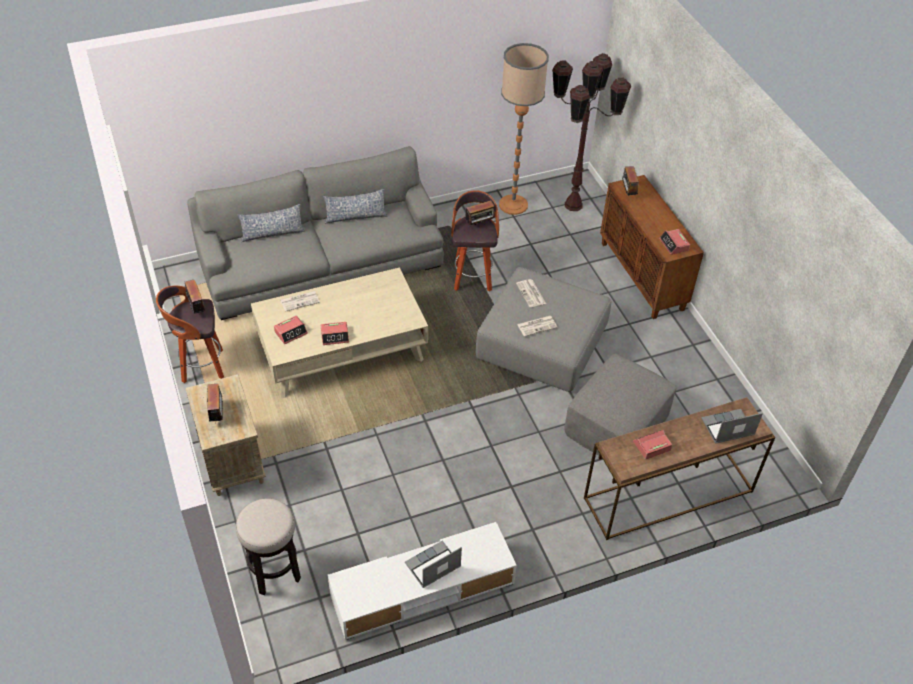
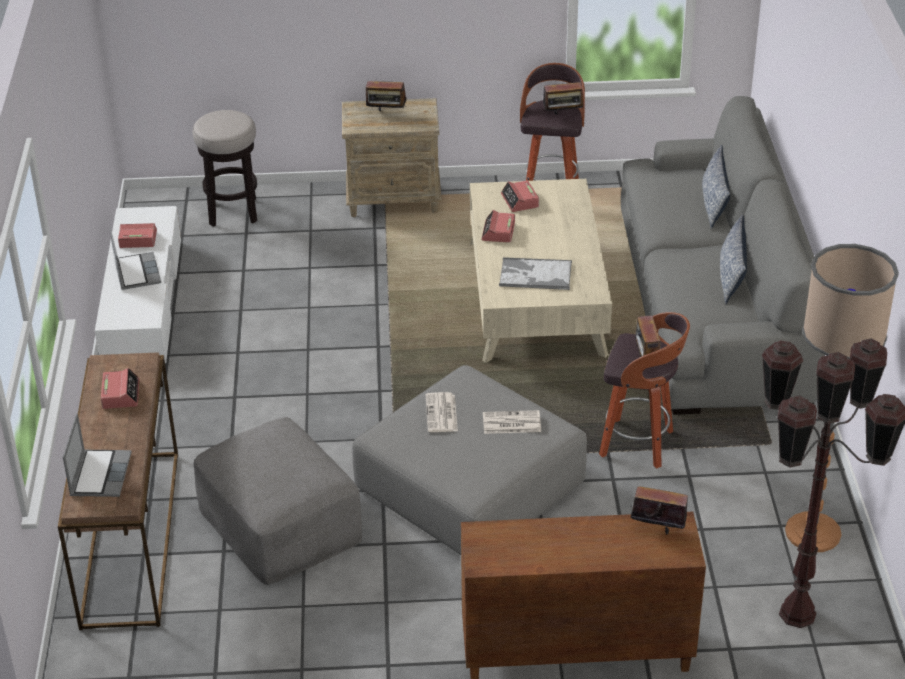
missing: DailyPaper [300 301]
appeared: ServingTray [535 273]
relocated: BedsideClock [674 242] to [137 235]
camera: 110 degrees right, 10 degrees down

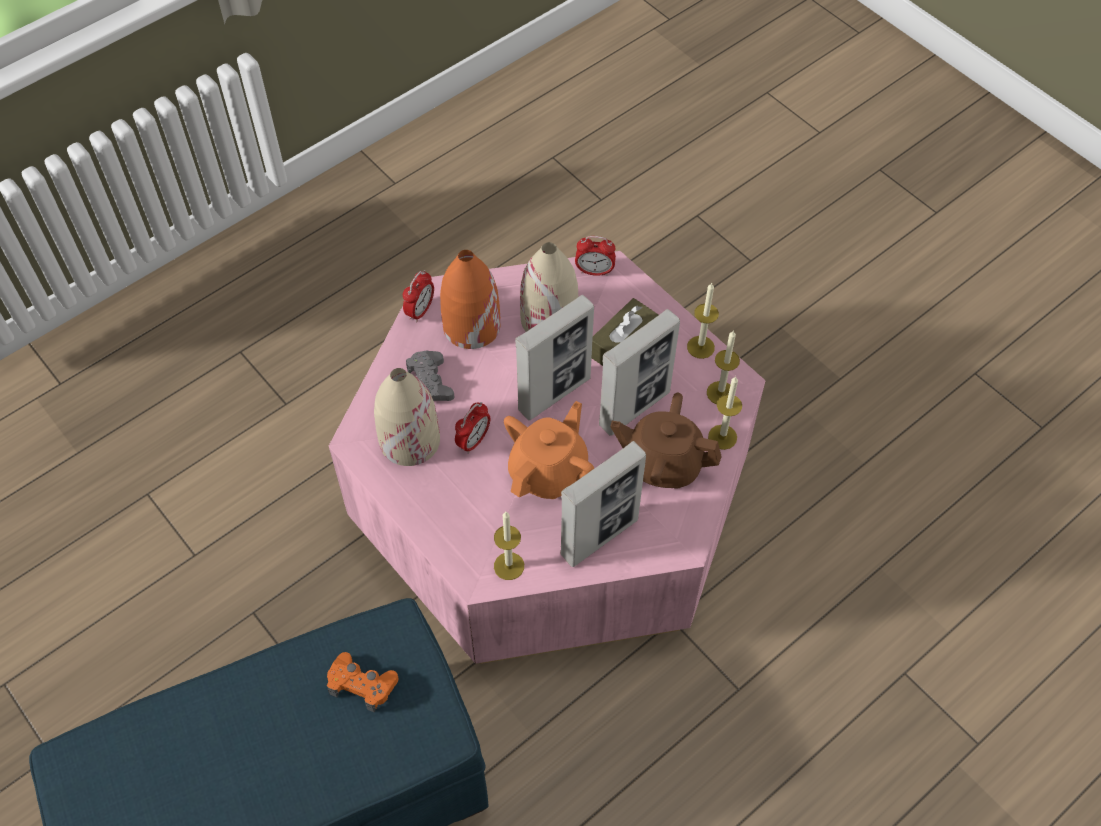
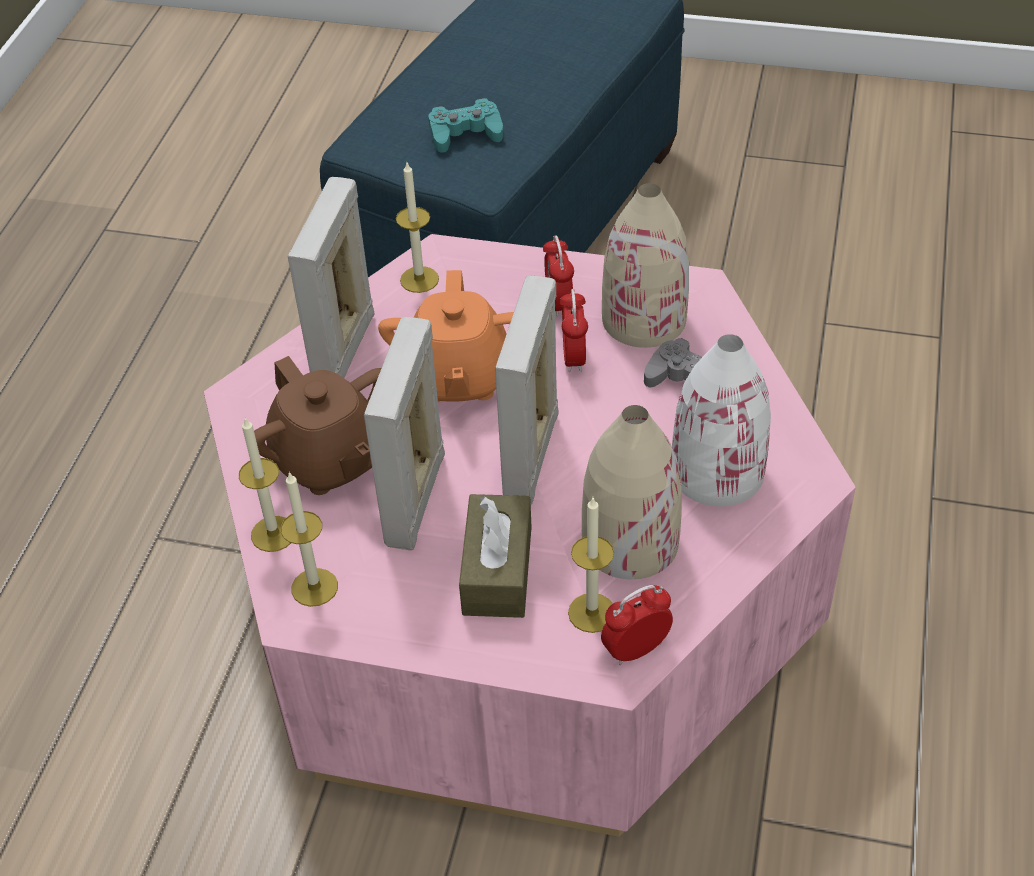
relocated: BedsideClock [418 296] to [558 276]; WaxLight [703 320] to [591 565]
colour: OrangeColouredGamepad [362 682] to TurquoiseGamepad [465 125]; OrangeColouredVase [470 299] to WhitishVase [721 420]
spun: BrownPotForTea [666 441] = [317 425] 75 degrees clockwise
camera: 145 degrees right, 10 degrees down

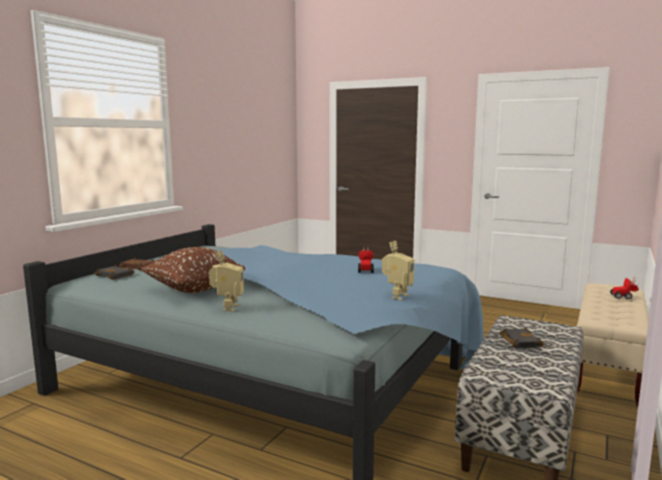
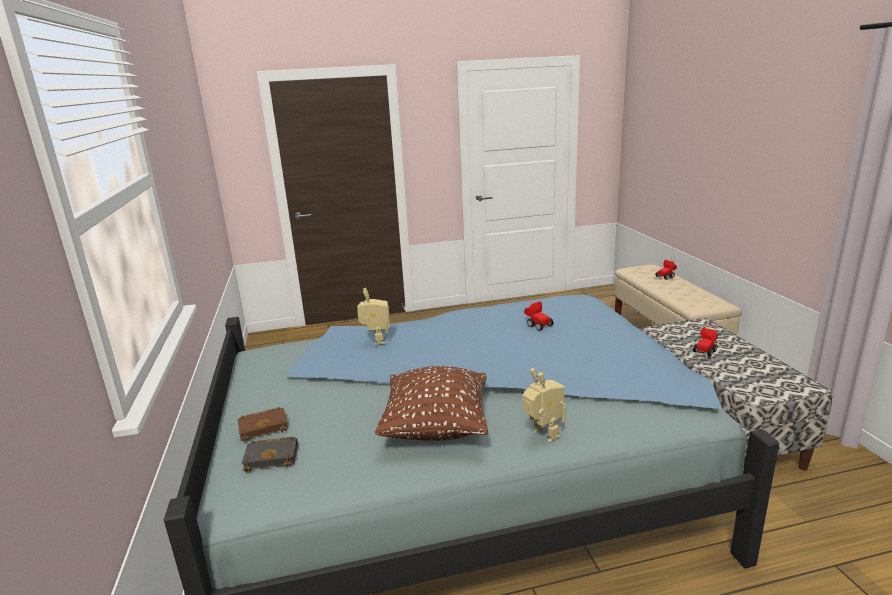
relocated: RobotFigure [398 270] to [373 316]
exchanged: BlackColouredBoundBook [522 338] to MiniatureCar [705 339]
camera: 40 degrees left, 10 degrees up

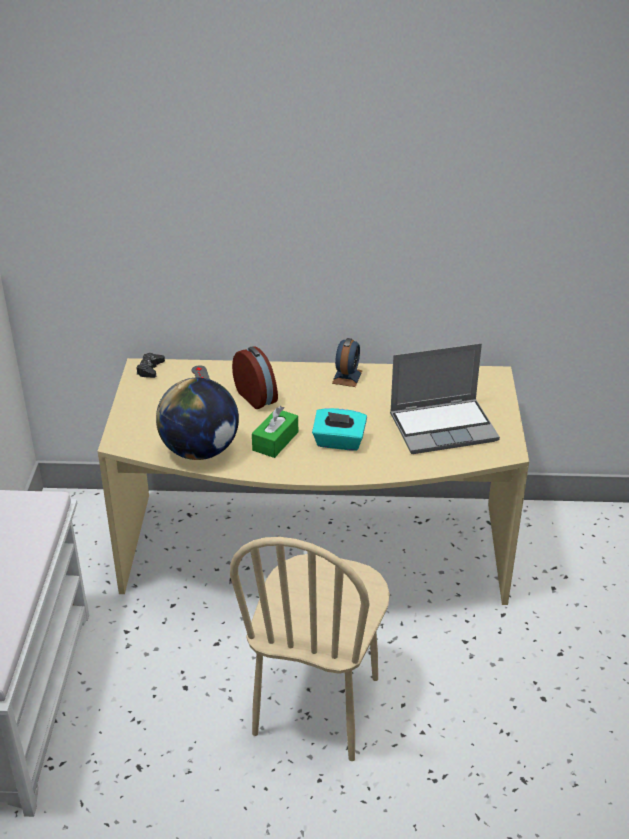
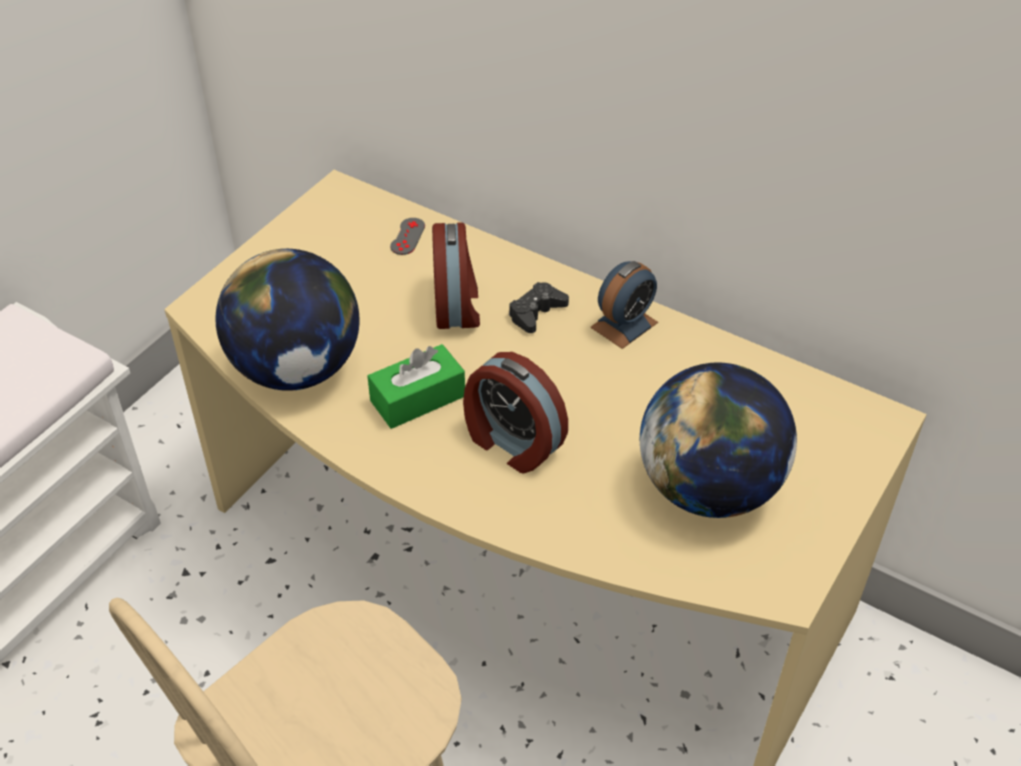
relocated: BlackColouredGamepad [150 365] to [539 307]
exchanged: TurquoiseTissueBox [339 429] to BedsideClock [515 412]; PortableComputer [445 398] to WorldGlobe [718 440]
camera: 30 degrees right, 10 degrees up

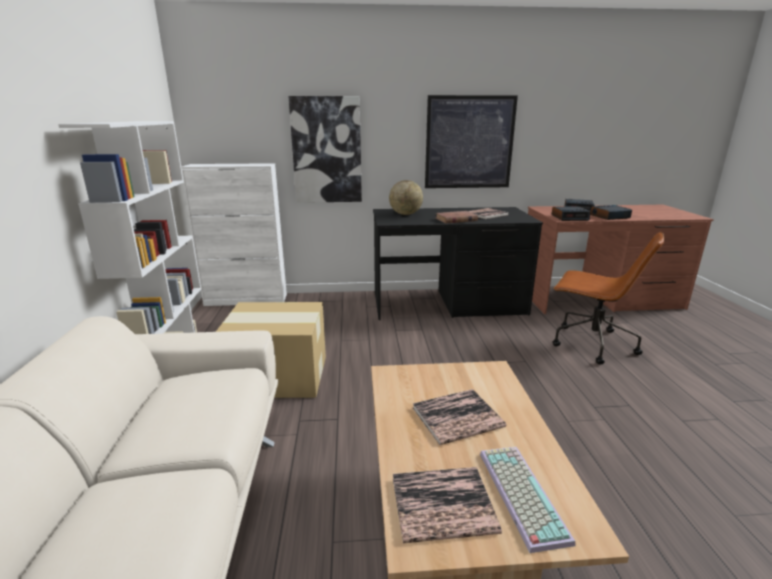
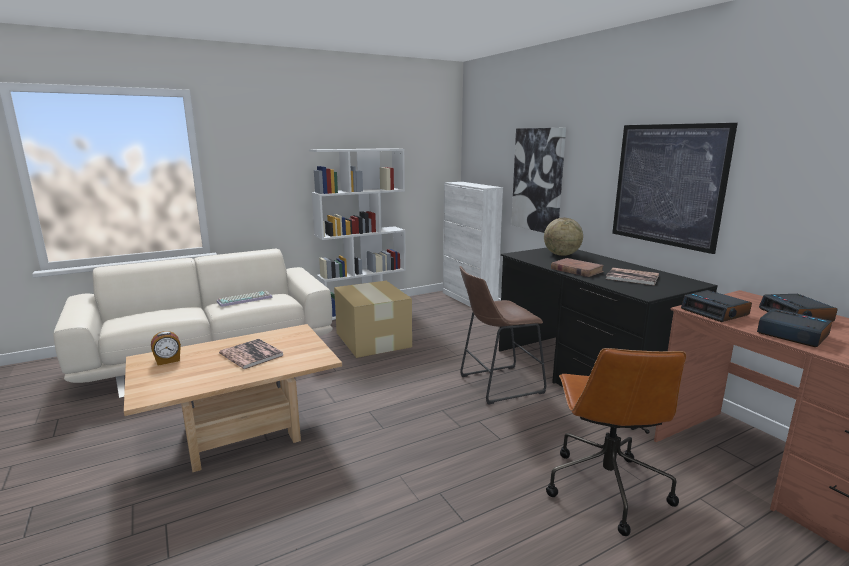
appeared: BrownStoolSeat [503 335]
relocated: PcKeyboard [528 500] to [245 299]
exchanged: BoundBook [447 505] to BedsideClock [166 348]
camera: 65 degrees right, 5 degrees down

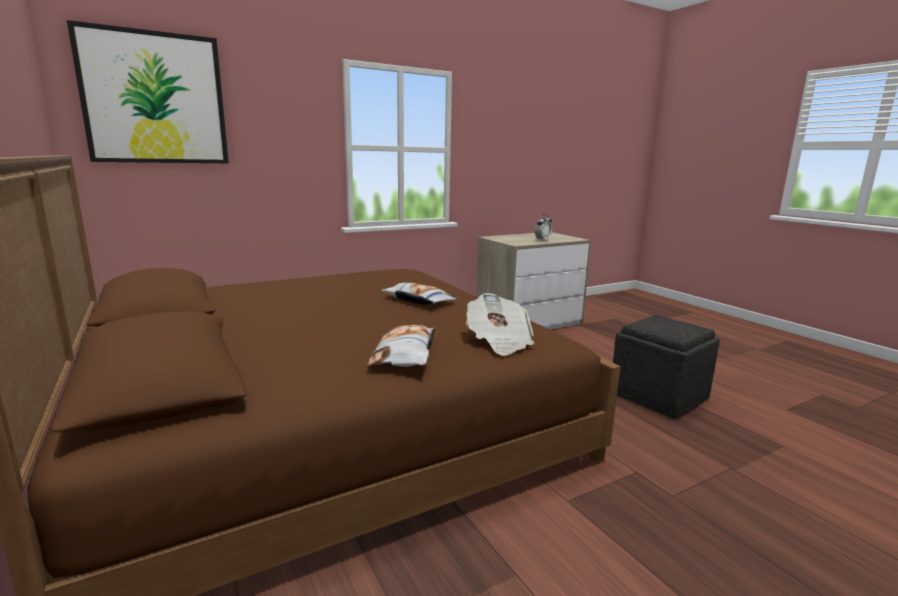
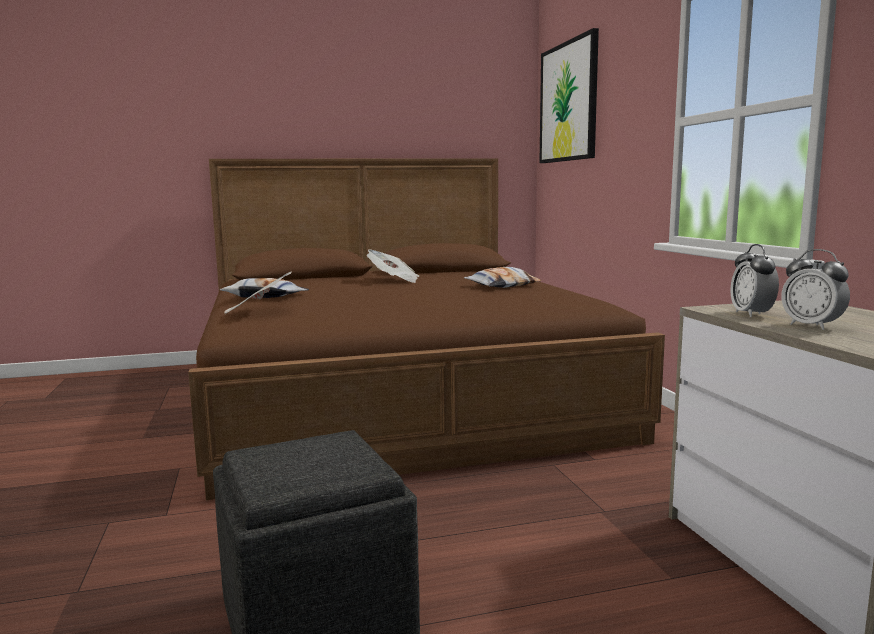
appeared: DailyPaper [393 266]; BedsideClock [755 280]
relocated: Pillow [420 294] to [503 277]
camera: 105 degrees right, 5 degrees down

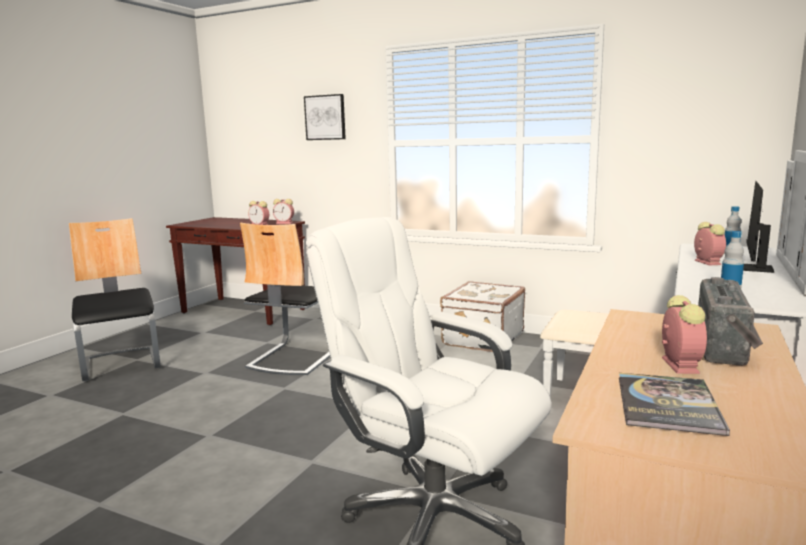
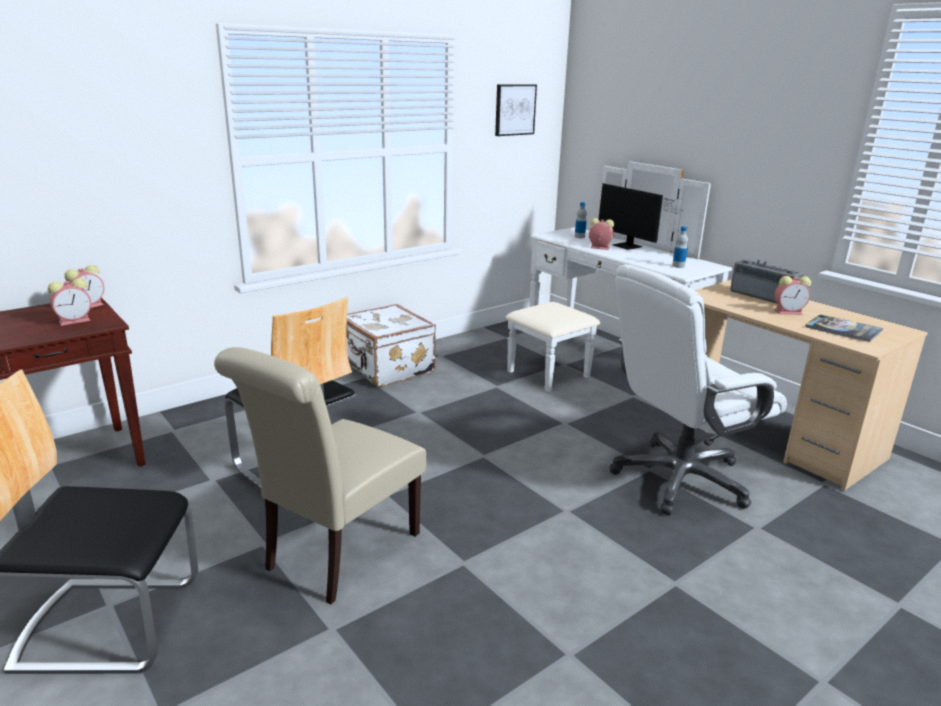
appeared: SandColouredUprightChair [320 475]
relocated: WallPicture [325 117] to [516 110]
spun: BedsideClock [684 334] = [793 295] 150 degrees clockwise
camera: 65 degrees left, 10 degrees up

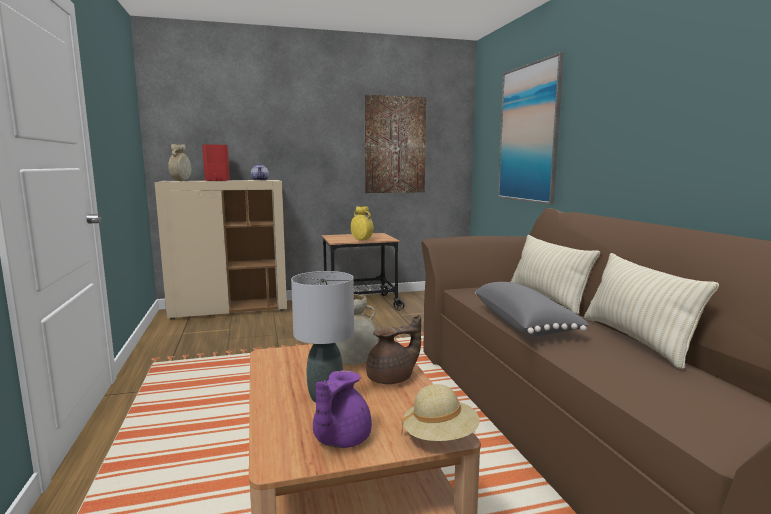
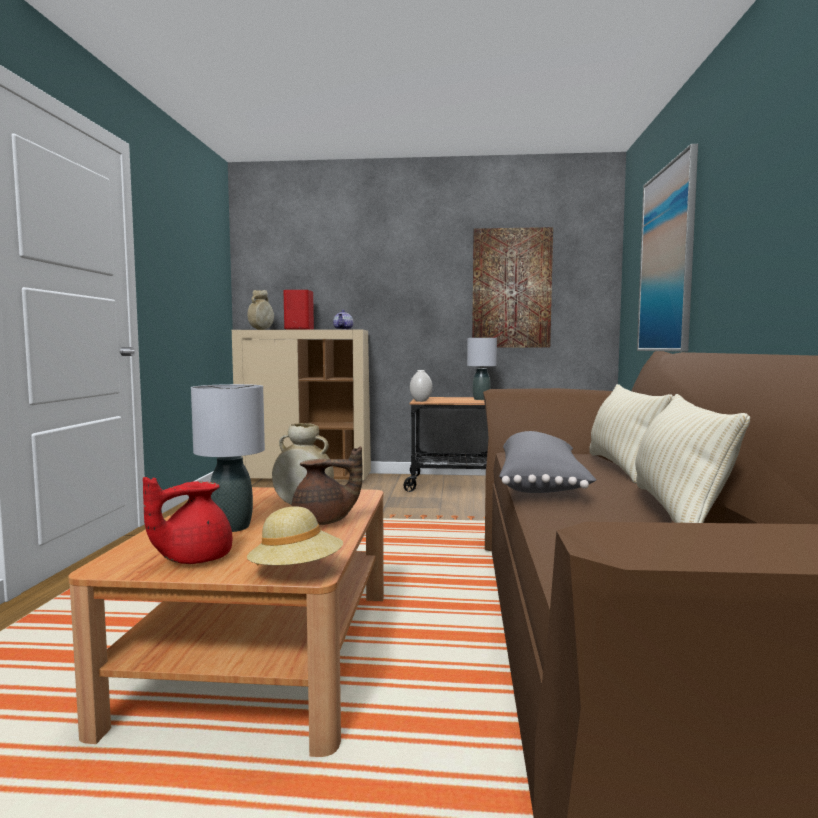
missing: YellowishVase [362 223]
appeared: WhitishVase [421 386]; GreyTabletopLamp [482 369]
colour: PurplishPotForTea [342 409] to RedColouredPotForTea [187 520]
camera: 20 degrees right, 5 degrees down

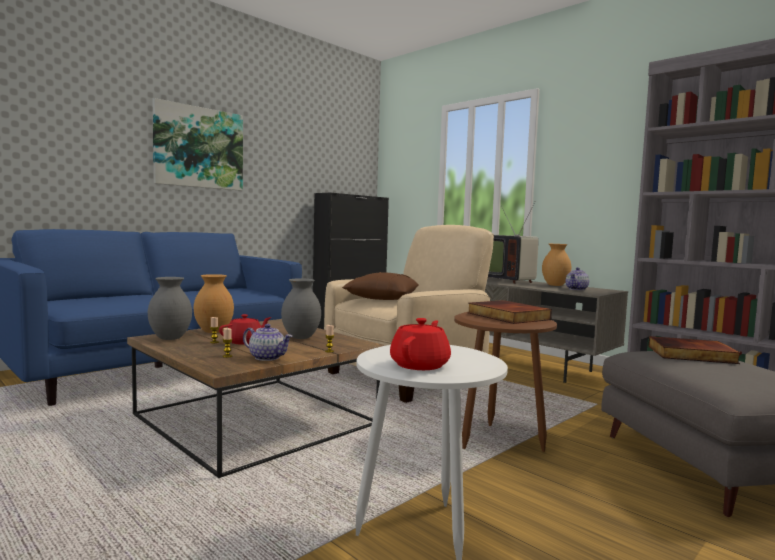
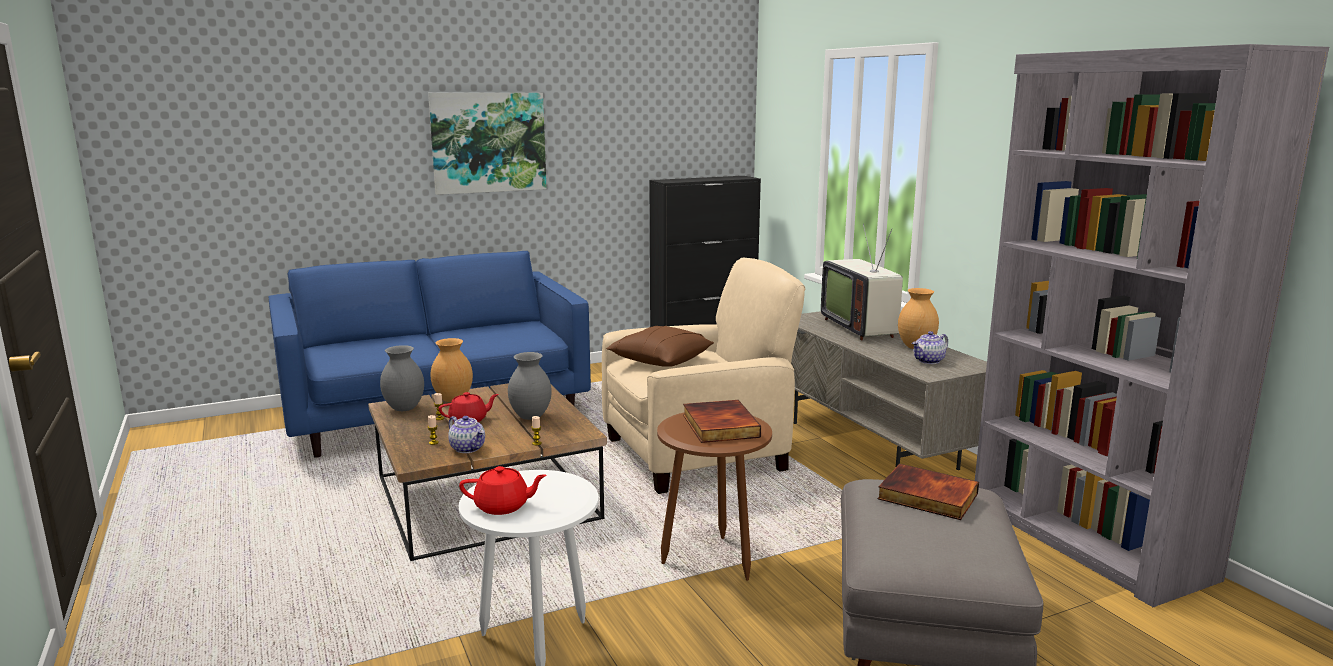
spun: RedColouredPotForTea [420 344] = [503 490] 45 degrees clockwise
camera: 20 degrees right, 10 degrees up

